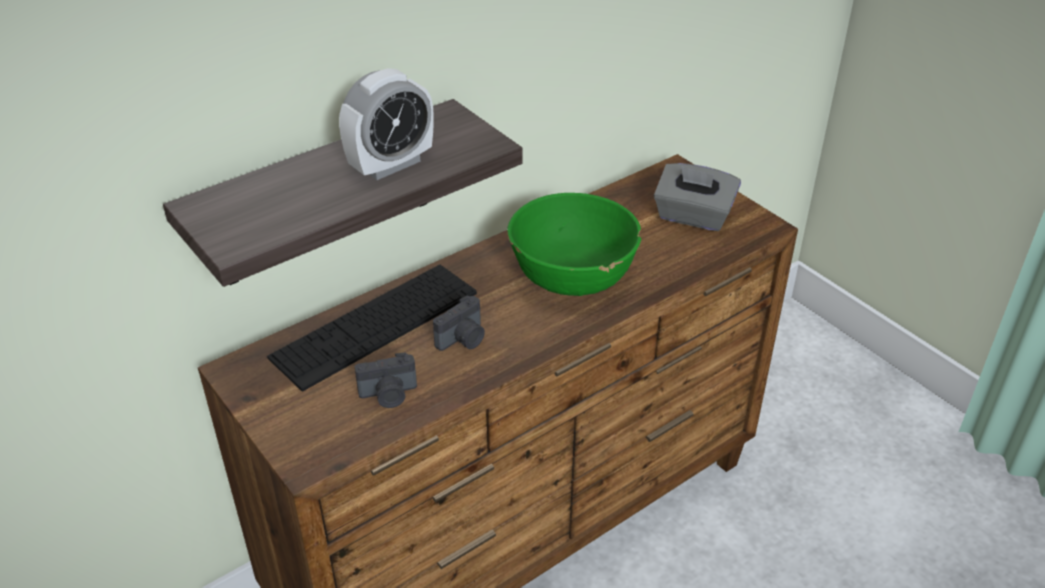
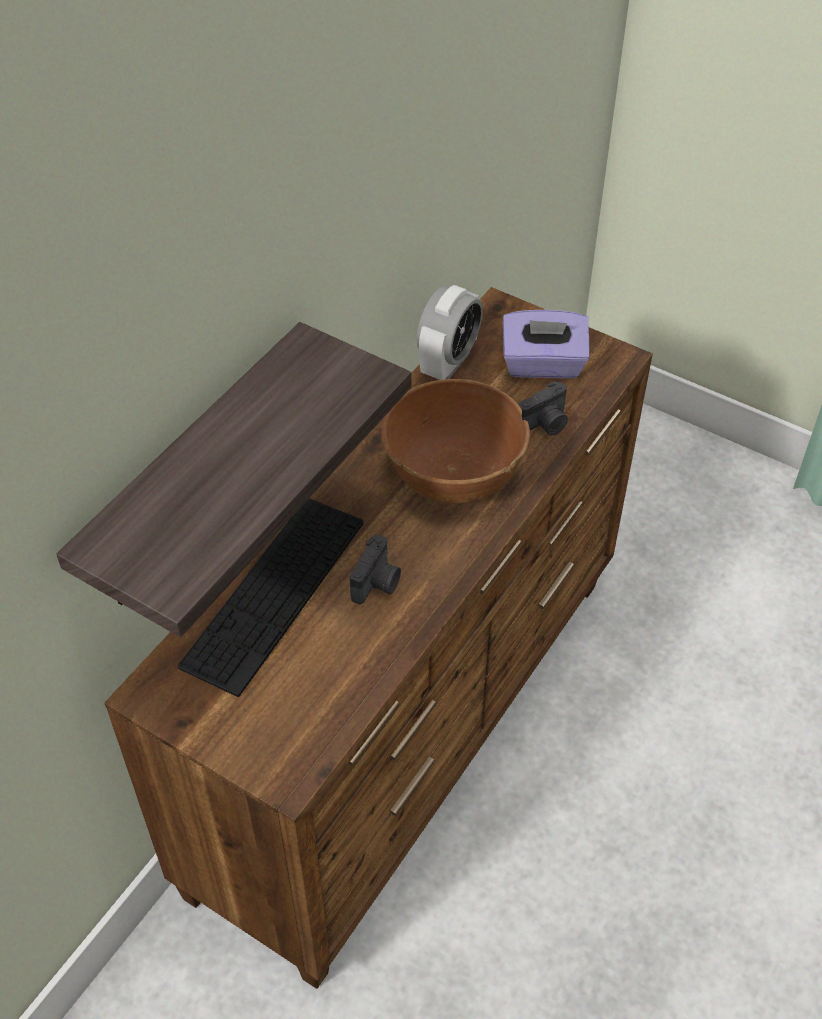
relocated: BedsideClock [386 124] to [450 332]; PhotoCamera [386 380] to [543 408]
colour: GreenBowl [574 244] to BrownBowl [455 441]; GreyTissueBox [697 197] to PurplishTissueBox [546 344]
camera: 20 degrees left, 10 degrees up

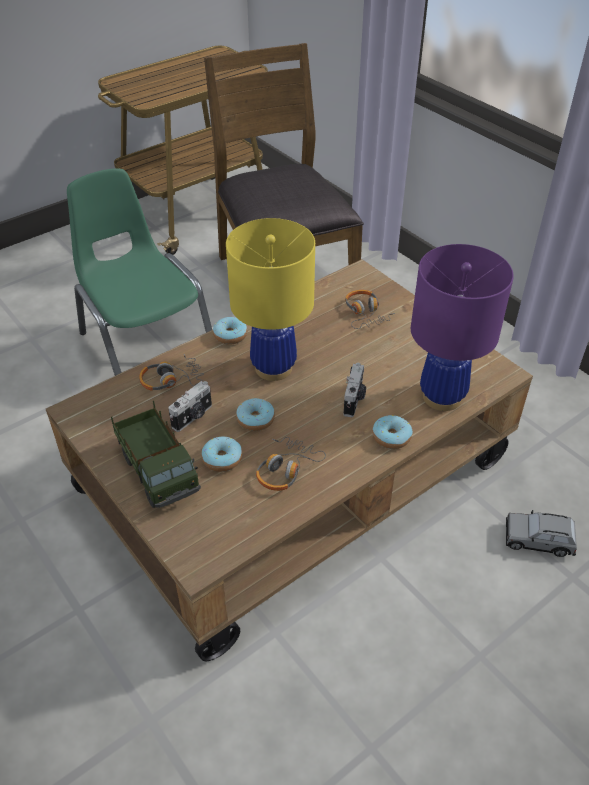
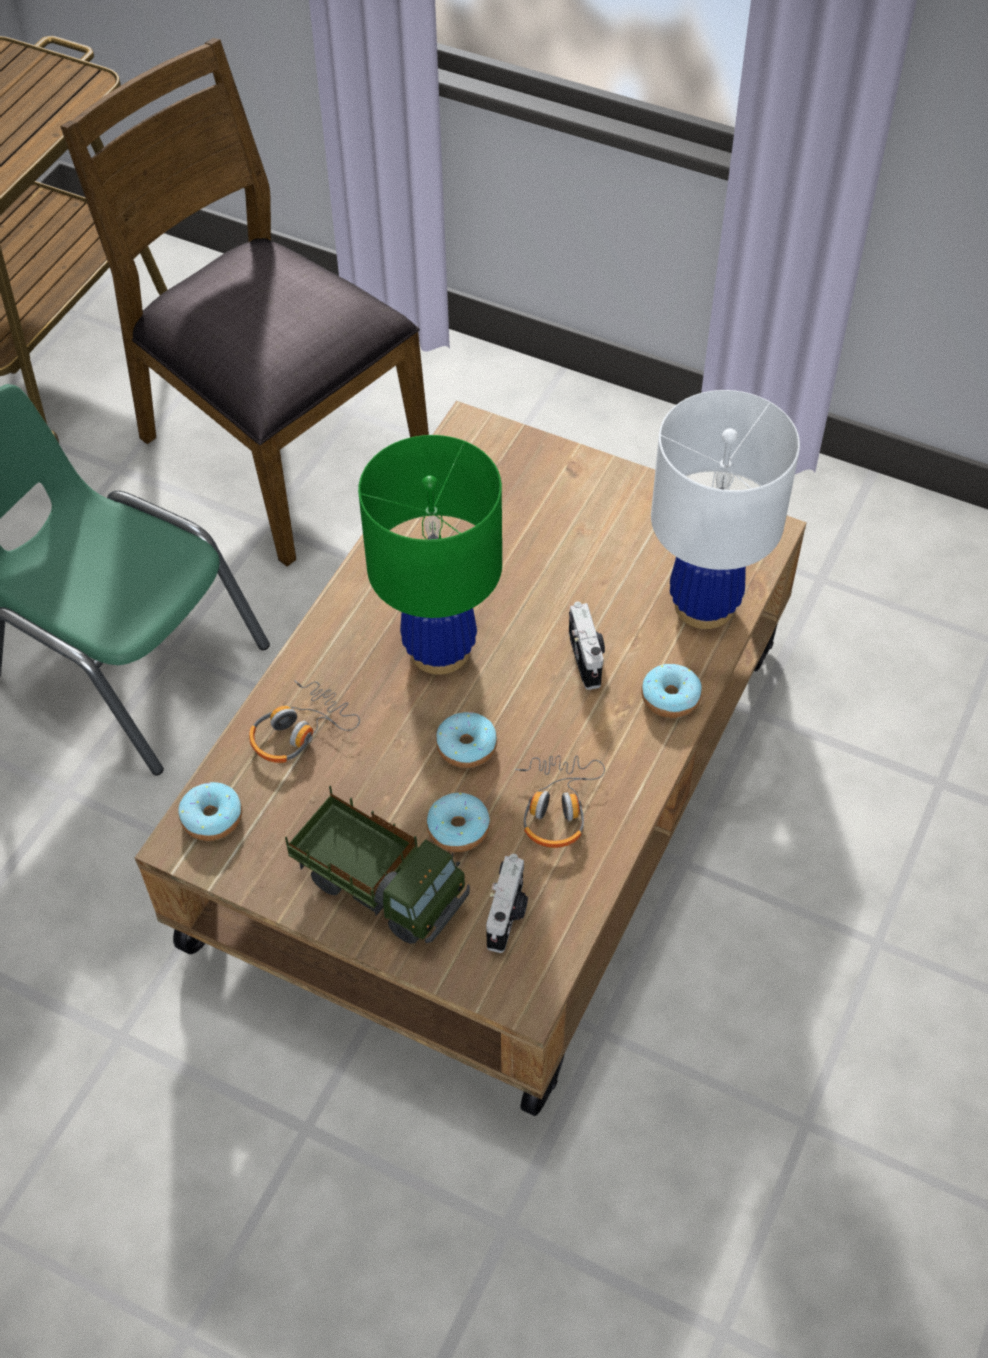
missing: PairOfHeadphones [370 309]; GreyMiniatureCar [541 533]
relocated: Doughnut [230 331] to [210 811]; PhotoCamera [190 406] to [507 903]
colour: YellowishTabletopLamp [270 299] to GreenTabletopLamp [430 555]; PurplishTabletopLamp [462 327] to WhitishTabletopLamp [725 509]
camera: 25 degrees left, 10 degrees up

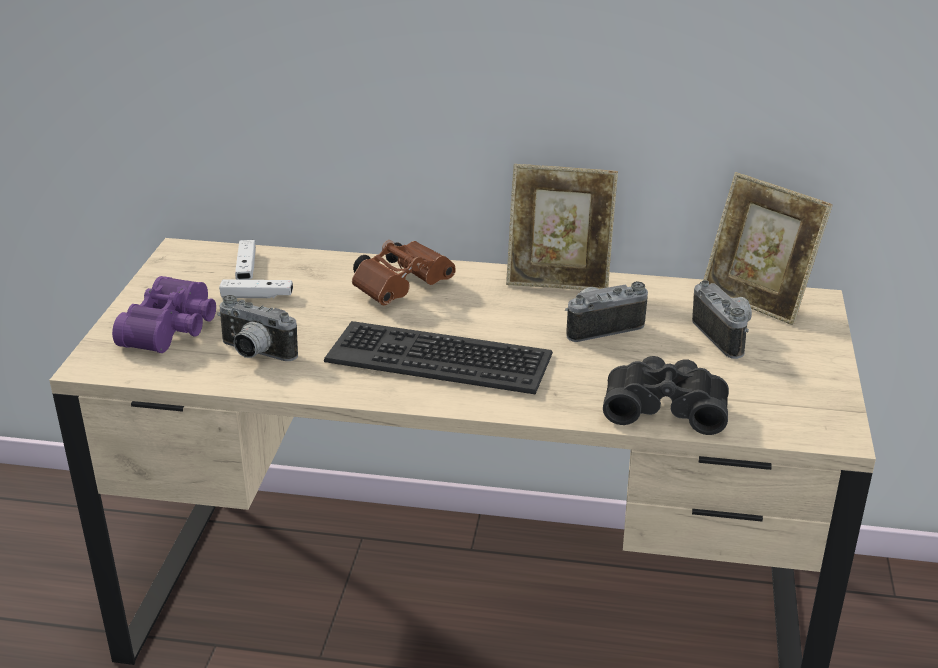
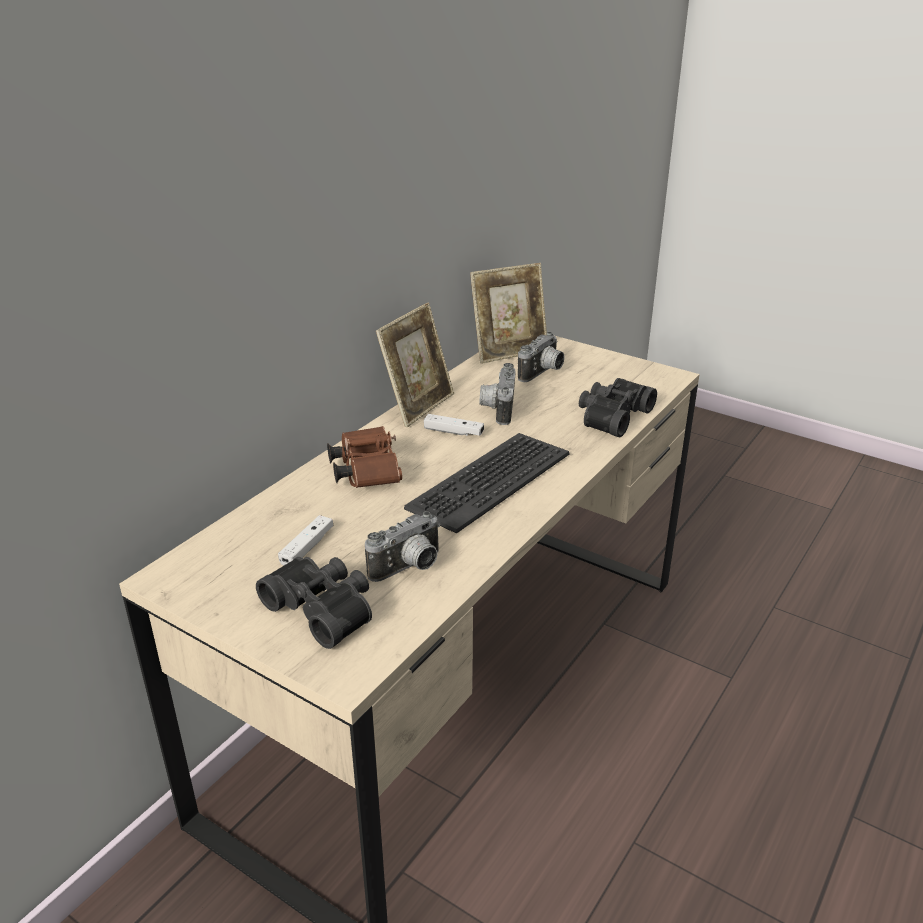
relocated: WhitishGamepad [245 260] to [454 425]
colour: PurplishPairOfBinoculars [164 314] to BlackColouredPairOfBinoculars [314 603]
spun: PhotoCamera [722 319] = [541 357] 120 degrees clockwise
camera: 65 degrees left, 0 degrees up

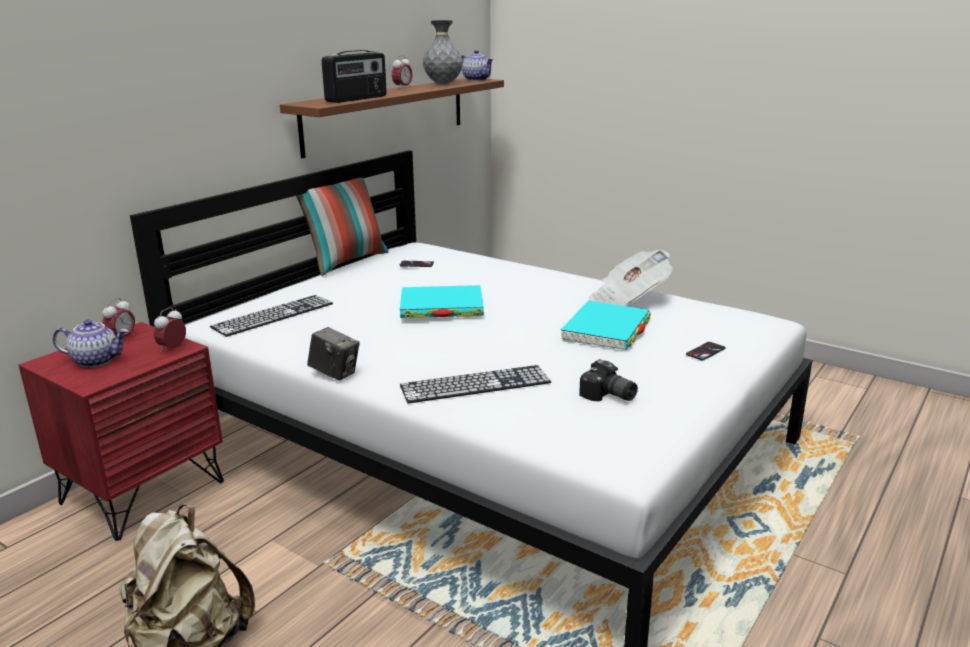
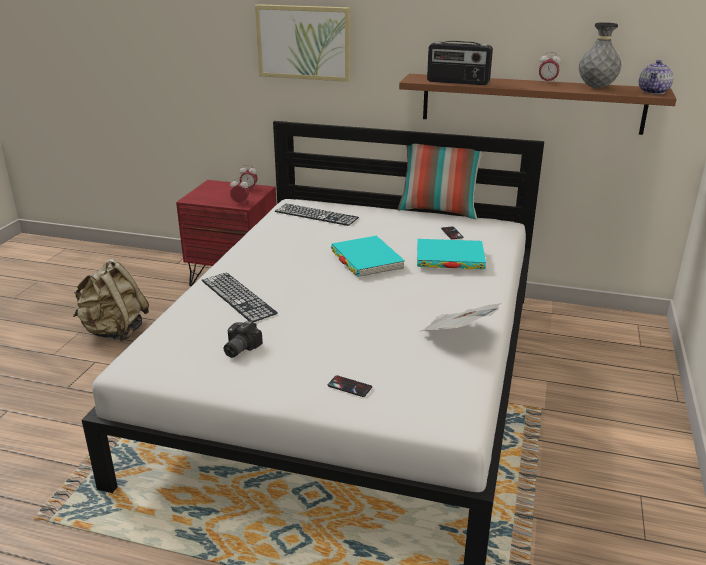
missing: PotForTea [90 343]; PhotoCamera [333 353]
appeared: WallPicture [303 43]
relocated: TurquoiseBoundBook [606 325] to [451 254]
camera: 70 degrees right, 5 degrees up

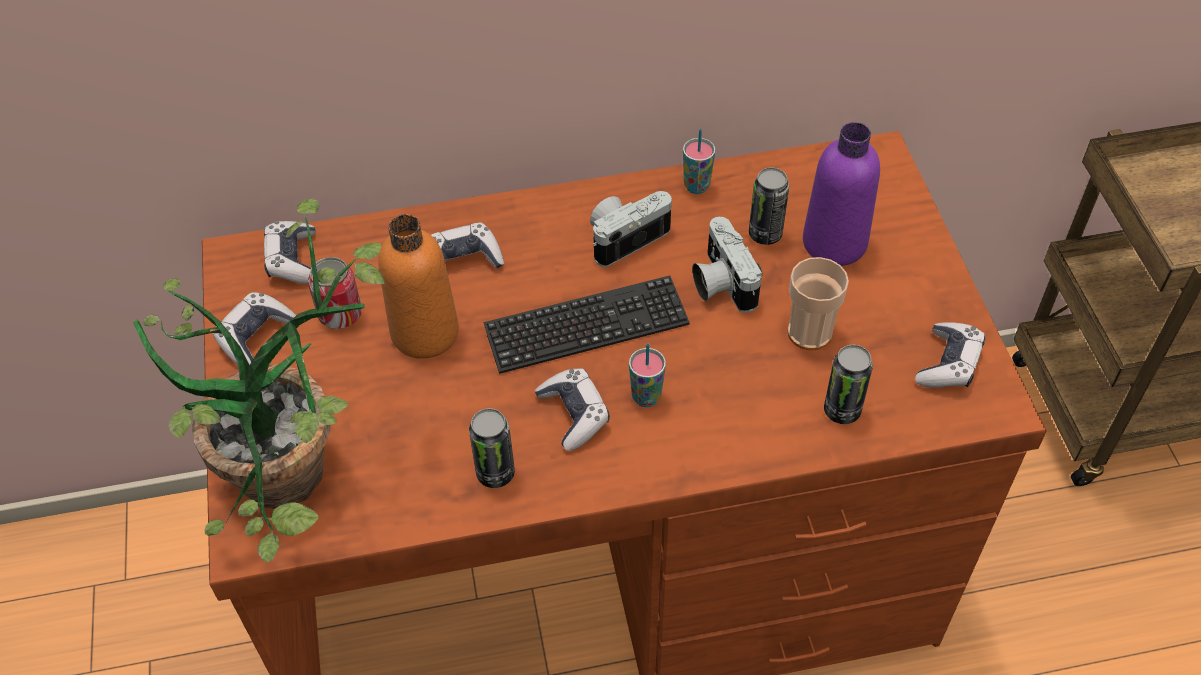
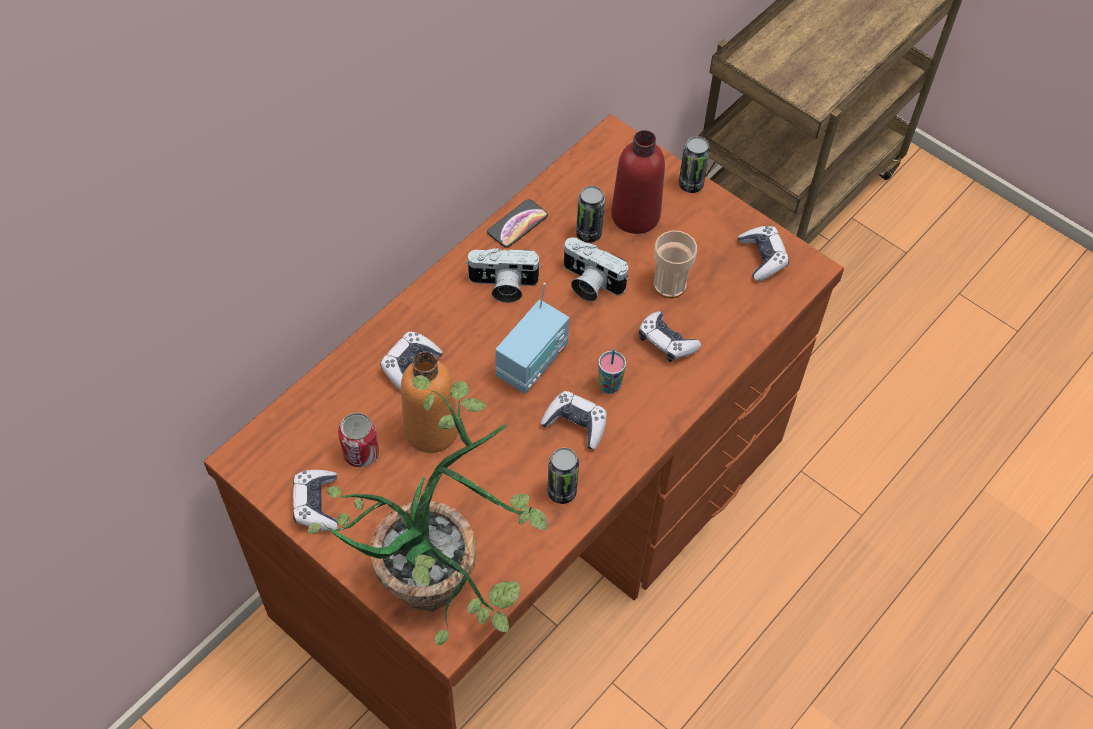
relocated: Gamepad [290 252] to [670 336]; MetalCan [848 384] to [694 164]
exchanged: SmallCup [699 161] to Telephone [517 223]; PcKeyboard [586 324] to RadioSet [532 338]
colour: PurplishBottle [841 194] to RedColouredBottle [638 182]
spun: PhotoCamera [631 229] = [503 275] 105 degrees counterclockwise
camera: 40 degrees left, 5 degrees up

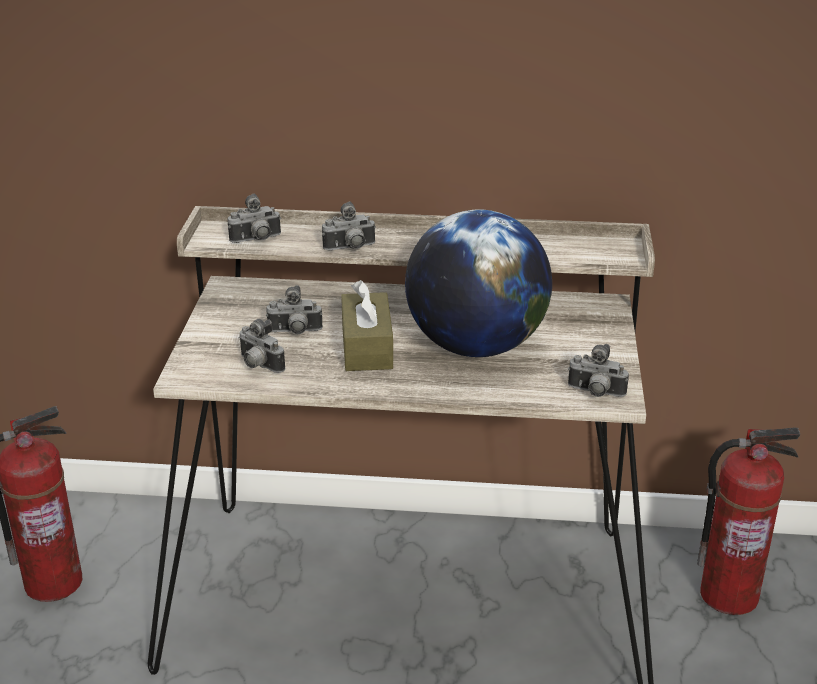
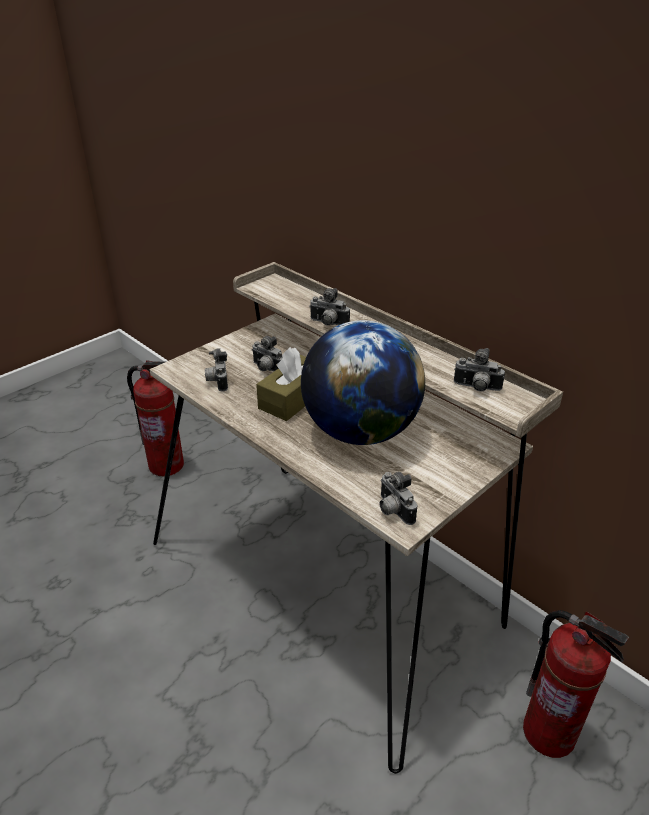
relocated: PhotoCamera [254 218] to [479 370]
camera: 40 degrees right, 5 degrees up

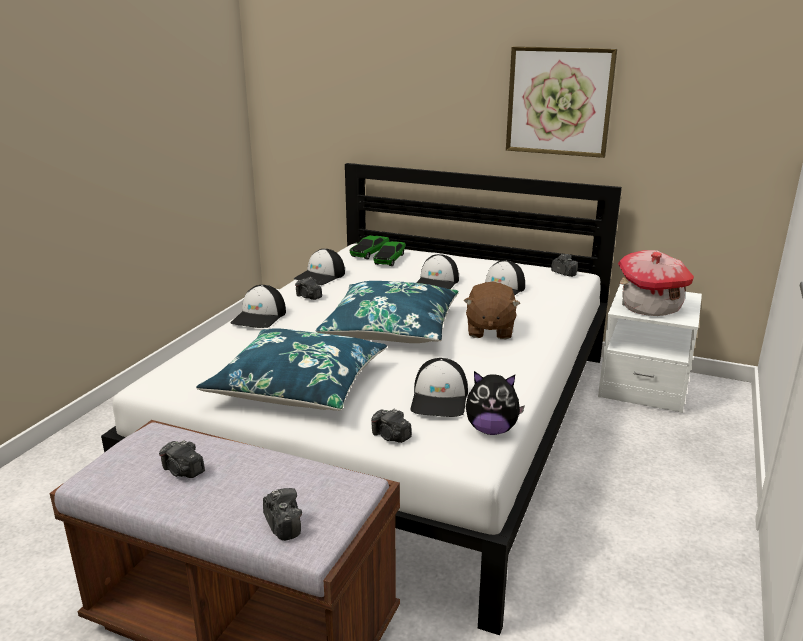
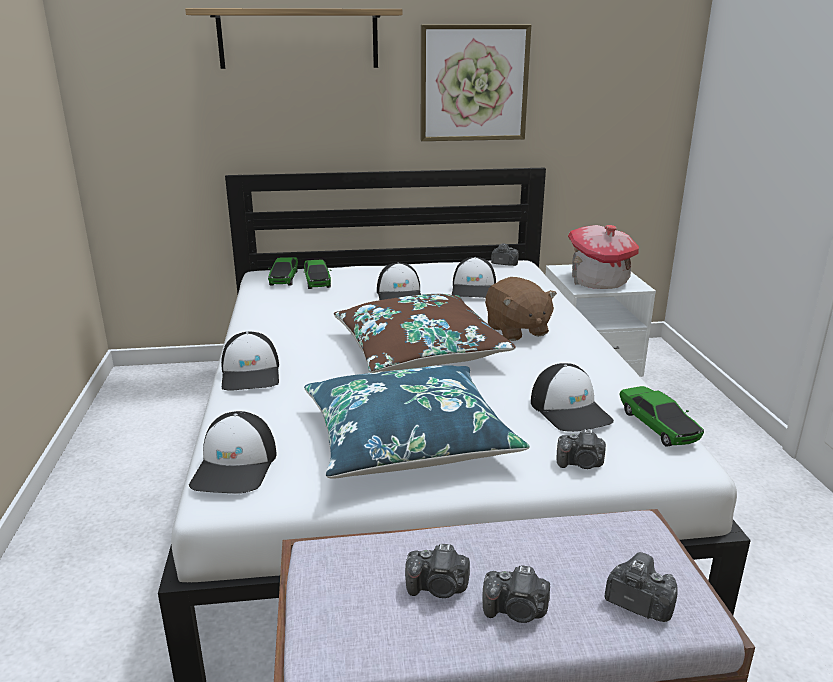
appeared: Shelf [294 38]
relocated: PeakedCap [319 267] to [233 452]; PhotoCamera [308 288] to [516 594]
exchanged: SoftToy [495 403] to MiniatureCar [661 416]
colour: BluePillow [387 312] to BrownPillow [425 333]
camera: 30 degrees left, 0 degrees up

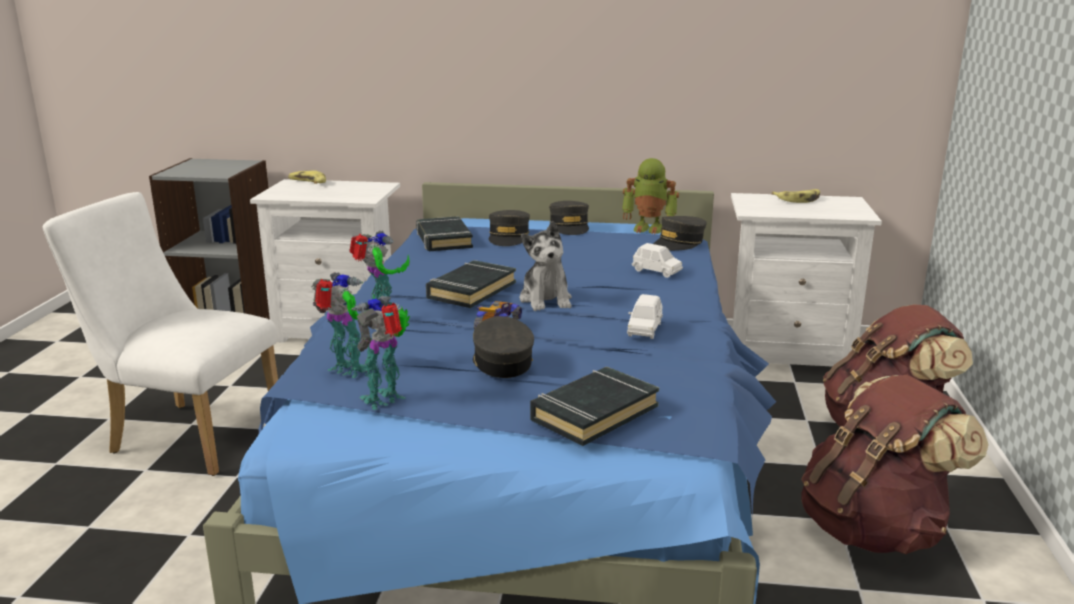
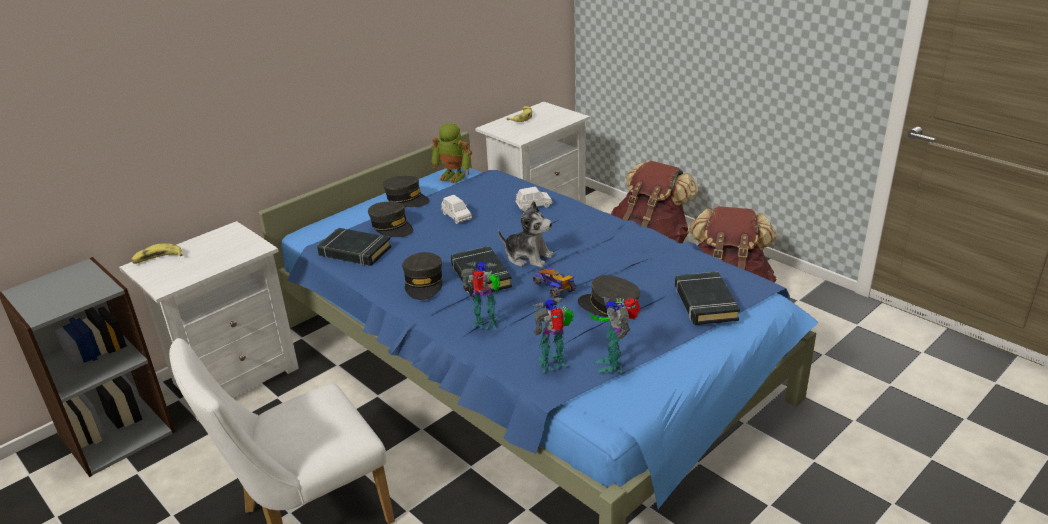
relocated: GreyPeakedCap [680 233] to [422 276]; WhitishMiniatureCar [645 316] to [456 209]
spun: RobotFigure [650 196] = [451 153] 60 degrees clockwise
camera: 50 degrees left, 10 degrees up

